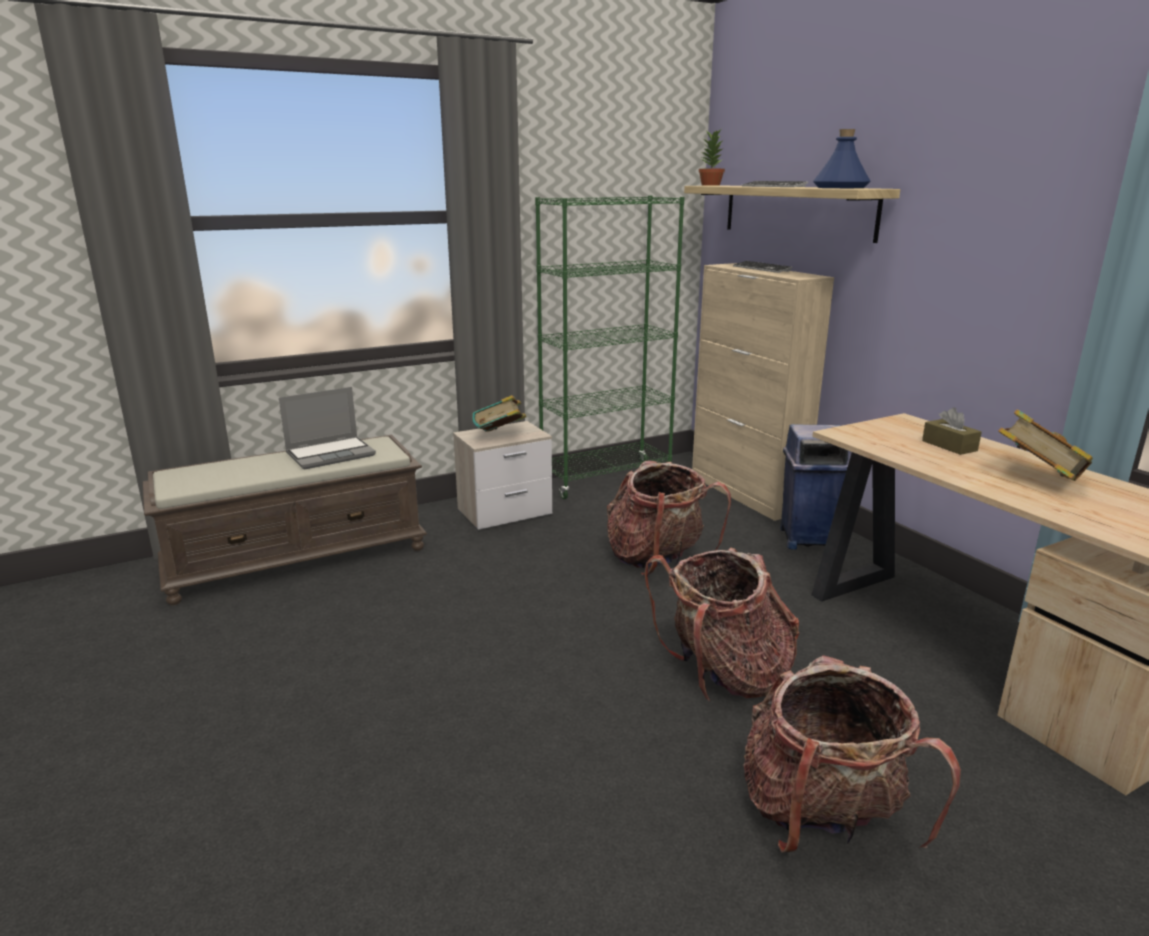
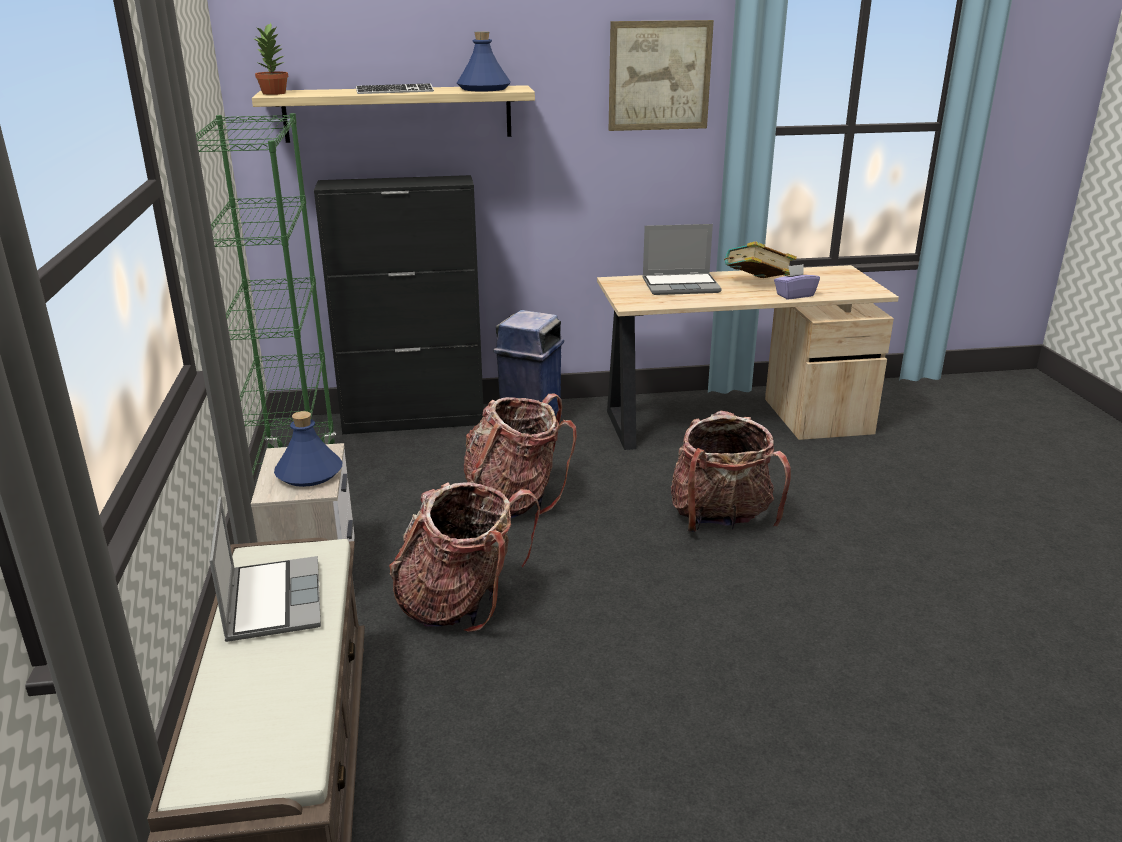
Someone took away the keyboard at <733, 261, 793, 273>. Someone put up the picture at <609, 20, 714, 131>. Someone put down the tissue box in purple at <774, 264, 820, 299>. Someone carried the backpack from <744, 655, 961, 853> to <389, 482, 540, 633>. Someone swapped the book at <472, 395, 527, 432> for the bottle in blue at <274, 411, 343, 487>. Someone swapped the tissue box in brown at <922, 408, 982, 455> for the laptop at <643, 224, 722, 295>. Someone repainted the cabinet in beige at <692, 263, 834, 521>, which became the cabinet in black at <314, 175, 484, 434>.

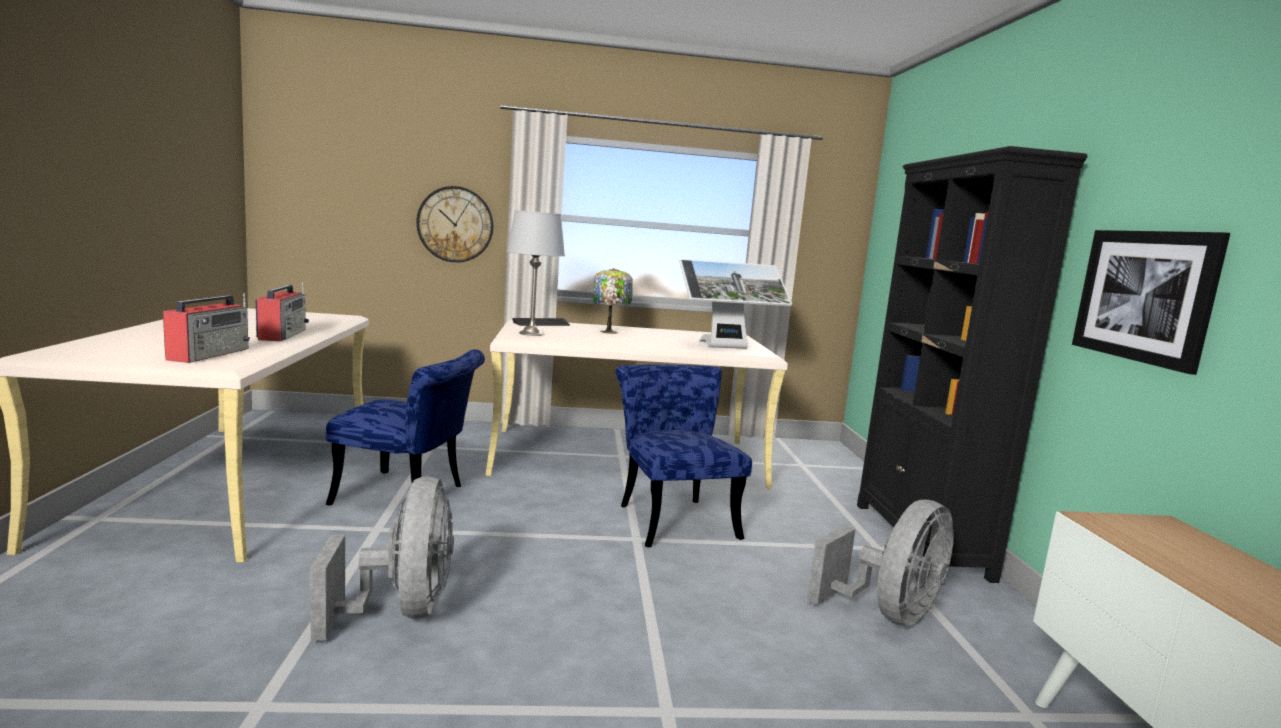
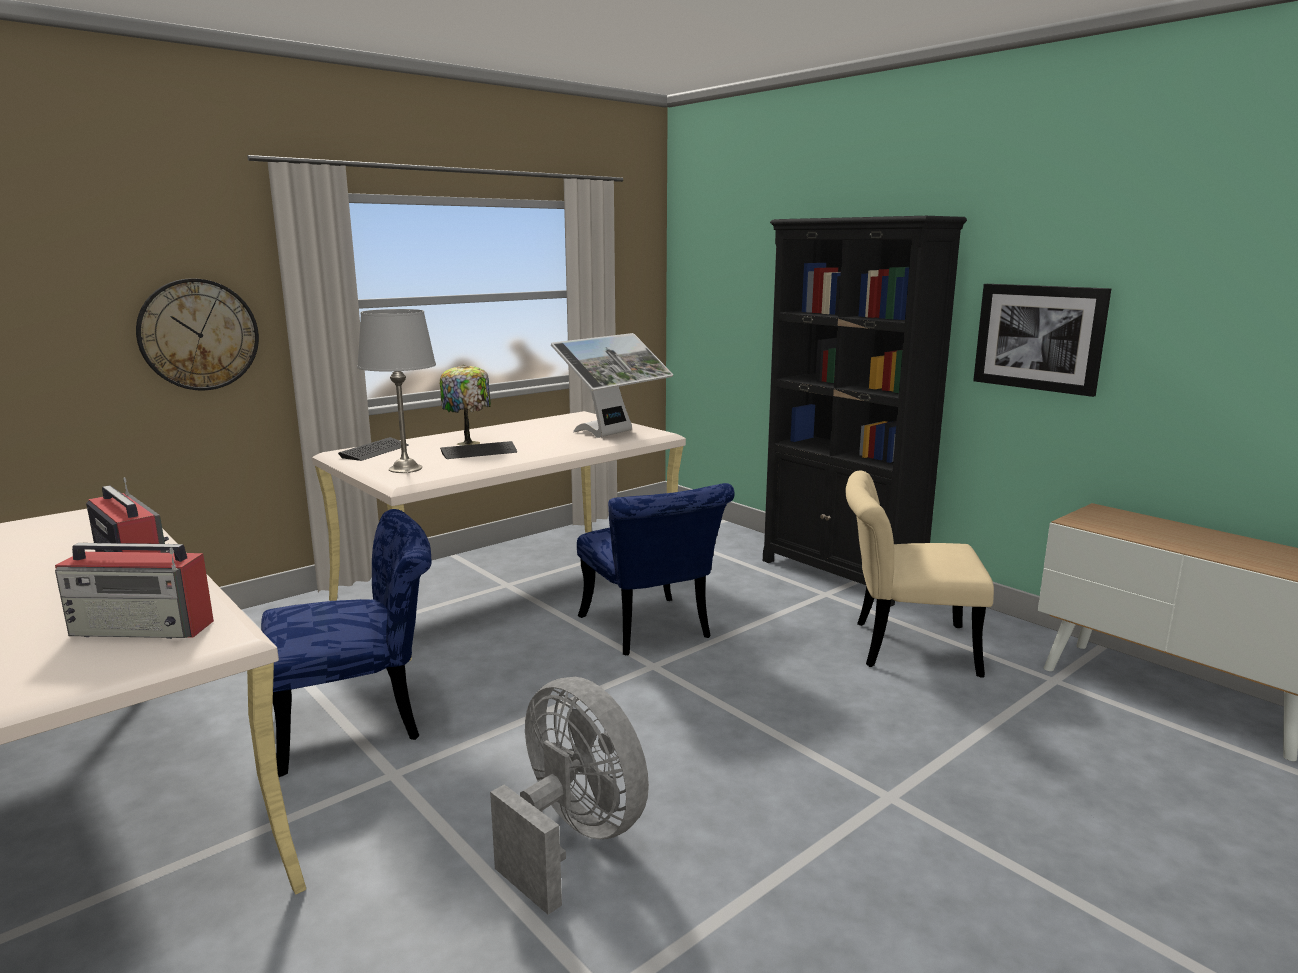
Someone put down the keyboard at <440, 441, 517, 459>. Someone swapped the fan in grey at <807, 500, 954, 627> for the chair in beige at <845, 470, 994, 678>. Someone rotated the radio at <163, 293, 250, 363> by 120 degrees clockwise. Someone rotated the chair in blue at <616, 364, 752, 547> by 150 degrees counterclockwise.

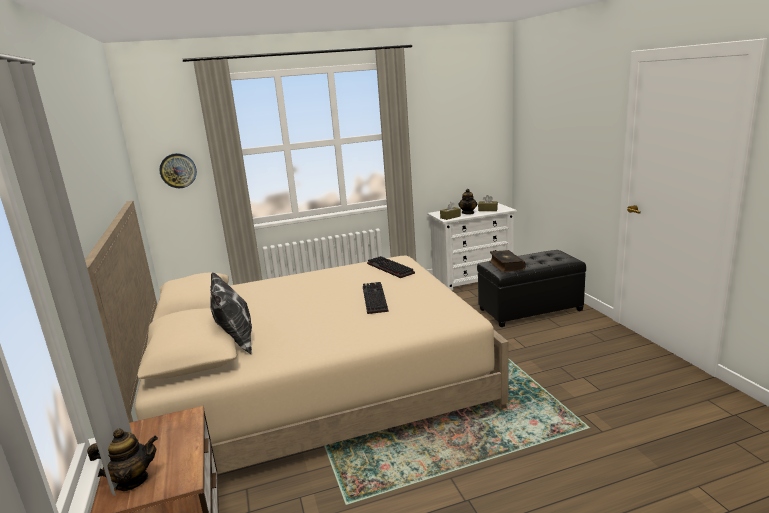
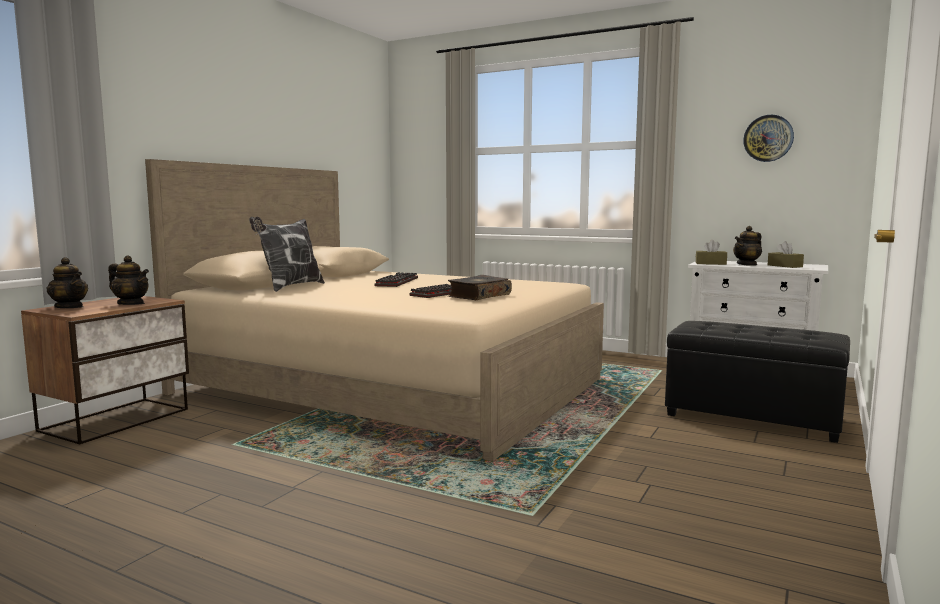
Someone put down the teapot at <108, 256, 149, 305>. Someone carried the wall clock from <159, 153, 197, 188> to <743, 115, 794, 162>. Someone carried the keyboard from <367, 256, 415, 278> to <374, 272, 418, 287>. Someone carried the book from <489, 250, 526, 273> to <448, 275, 512, 300>.

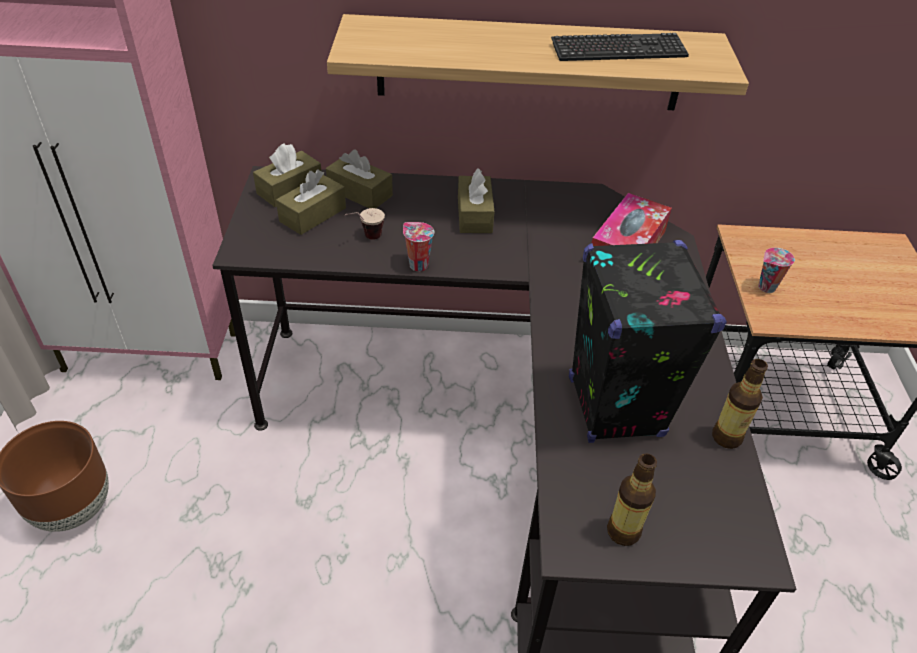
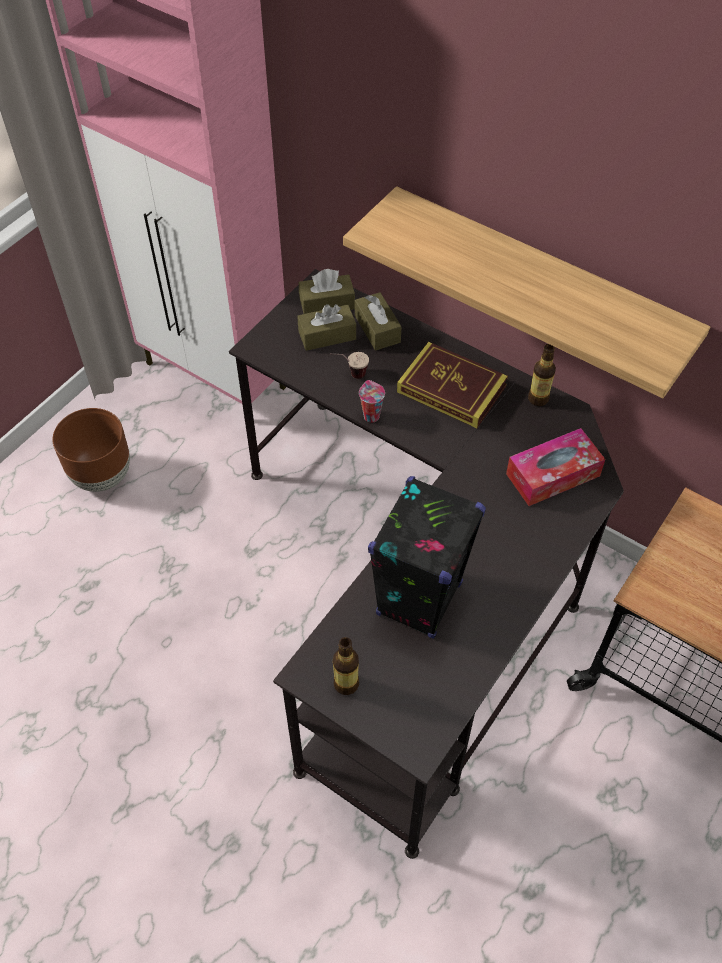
Someone took away the keyboard at <551, 33, 689, 61>. Someone took away the cup at <758, 248, 795, 293>. Someone carried the bottle from <712, 359, 768, 449> to <528, 344, 556, 406>. Someone swapped the tissue box in brown at <458, 168, 495, 233> for the book at <397, 342, 508, 428>.

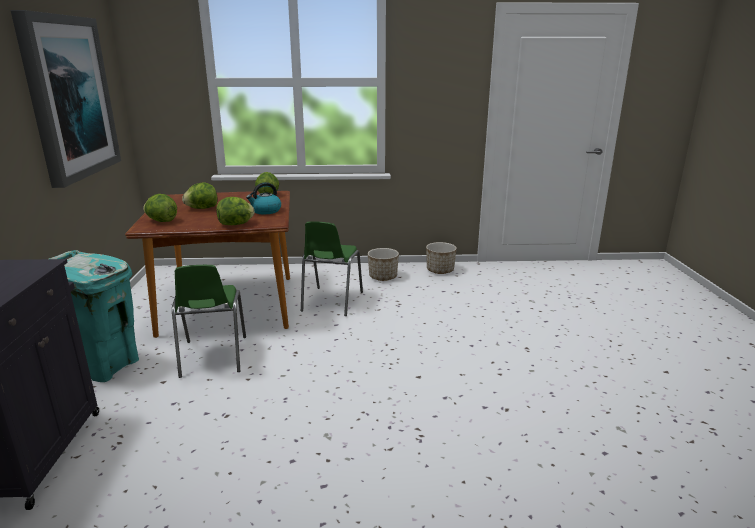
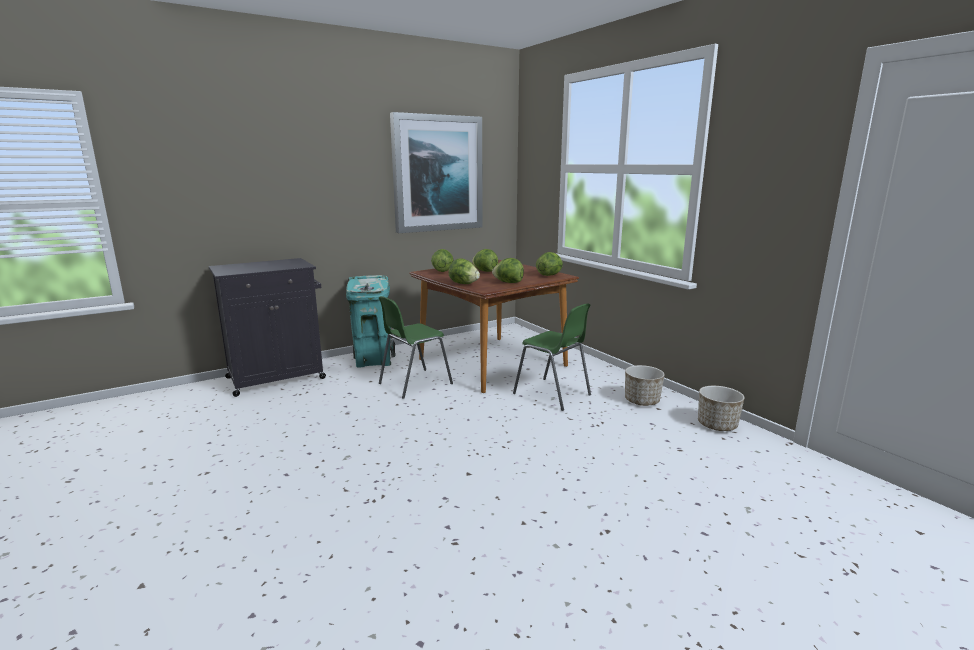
Someone swapped the kettle at <246, 182, 281, 214> for the lettuce at <492, 258, 524, 283>. Someone rotated the chair in green at <301, 221, 363, 316> by 120 degrees counterclockwise.

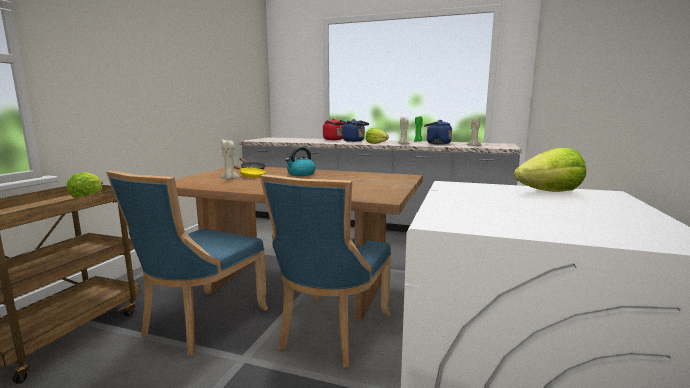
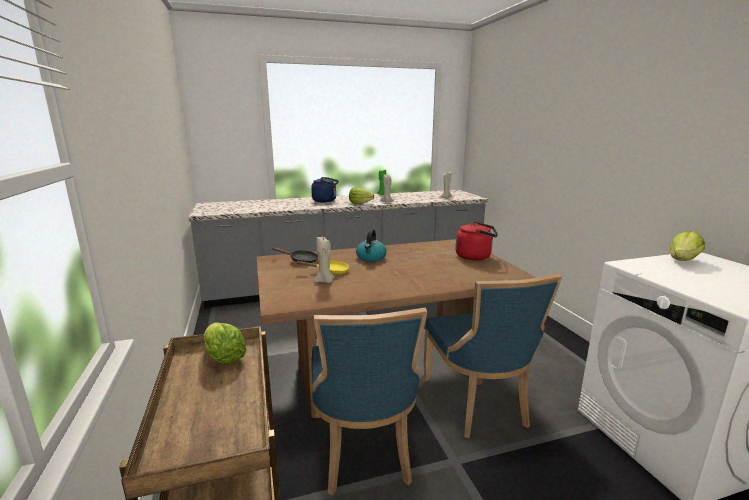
Someone took away the kettle in blue at <424, 120, 452, 145>. Someone carried the kettle in red from <323, 119, 345, 140> to <455, 222, 498, 260>.

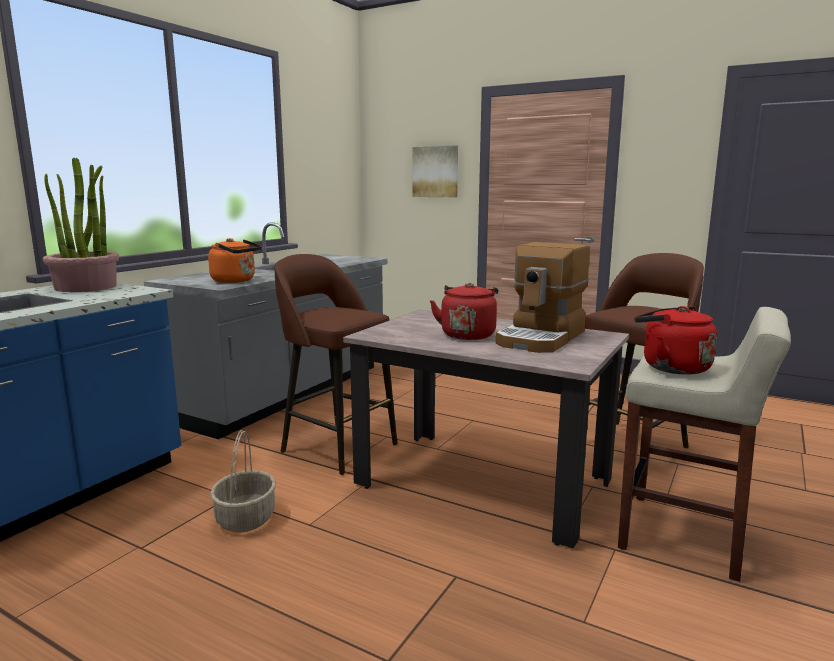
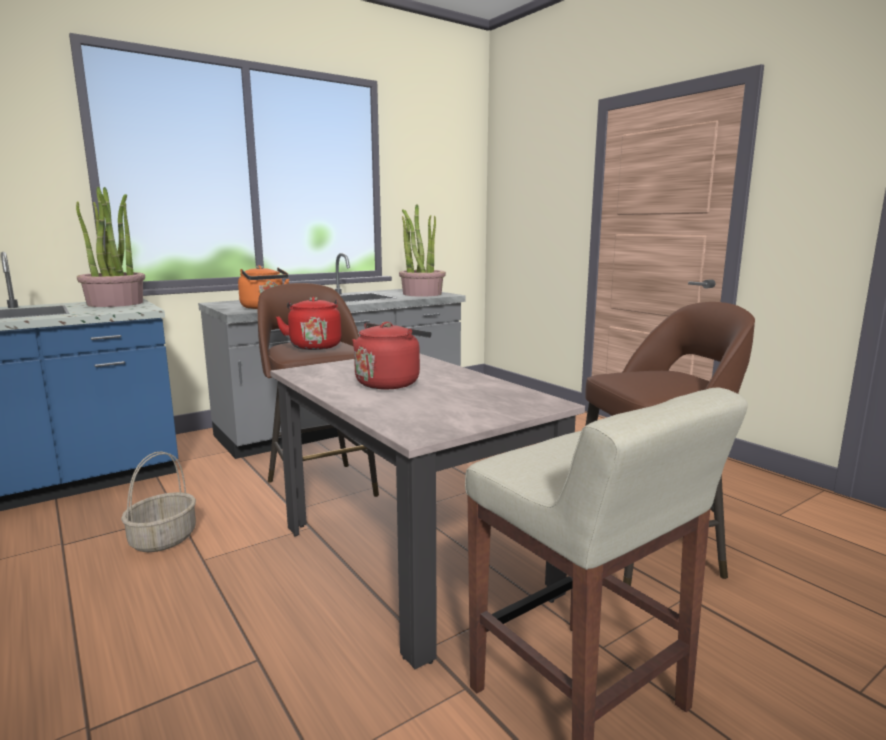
Someone took away the picture at <412, 145, 458, 197>. Someone took away the coffee machine at <496, 242, 590, 353>. Someone put down the potted plant at <399, 204, 446, 297>. Someone carried the kettle in red from <634, 306, 717, 375> to <276, 297, 341, 350>.

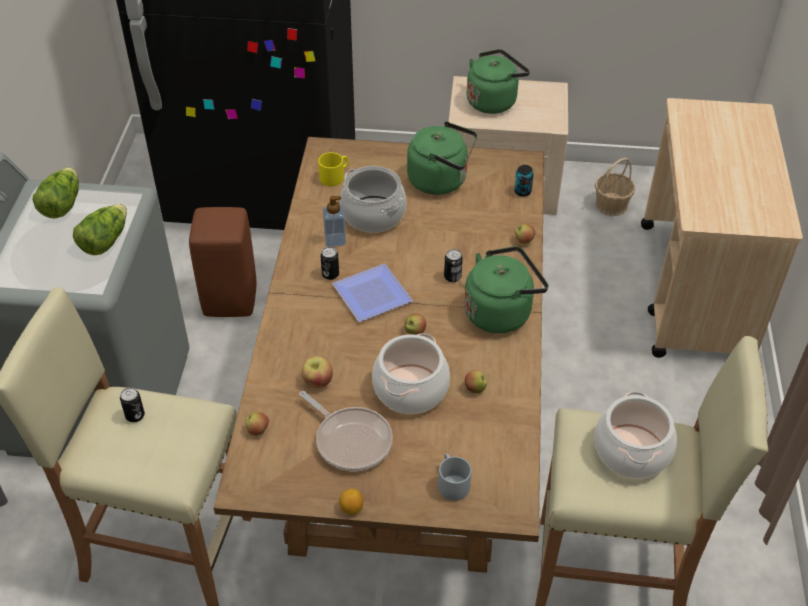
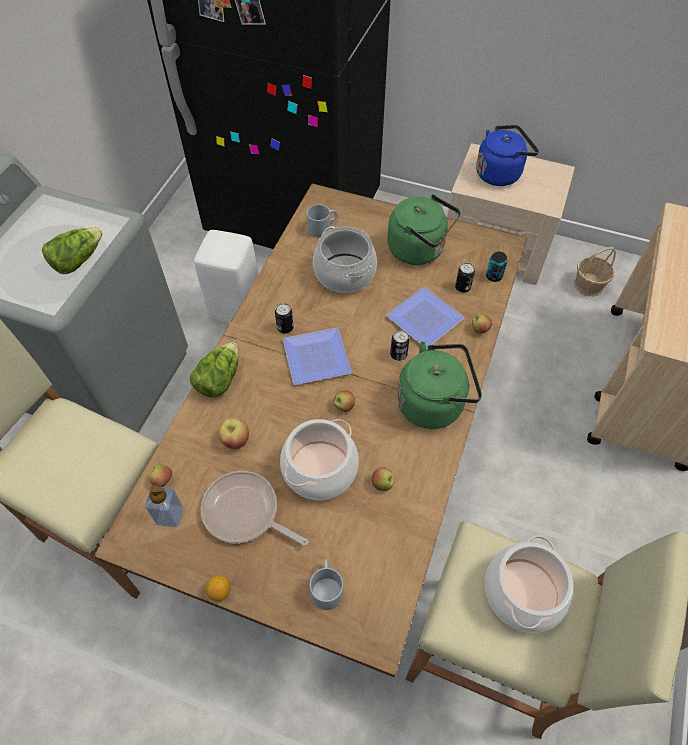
Someone put down the plate at <386, 286, 465, 348>. Someone carried the lettuce from <32, 167, 79, 218> to <190, 342, 238, 398>. Someone carried the can from <120, 387, 145, 422> to <455, 263, 475, 293>. Someone carried the soap dispenser from <323, 196, 346, 247> to <145, 485, 183, 527>. Someone repainted the stool in brown at <189, 207, 256, 317>, which became the stool in white at <194, 230, 258, 325>. Someone repainted the mug in yellow at <318, 152, 349, 186>, which became the mug in grey at <307, 204, 338, 237>. Someone repainted the kettle in green at <467, 49, 530, 114>, which became the kettle in blue at <476, 125, 539, 186>. Someone rotated the frying pan at <299, 391, 393, 472> by 150 degrees clockwise.

